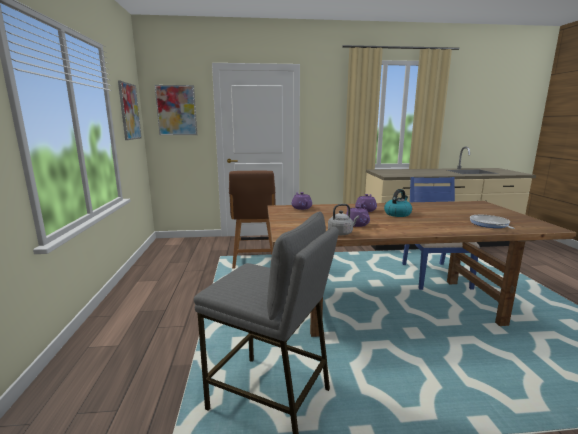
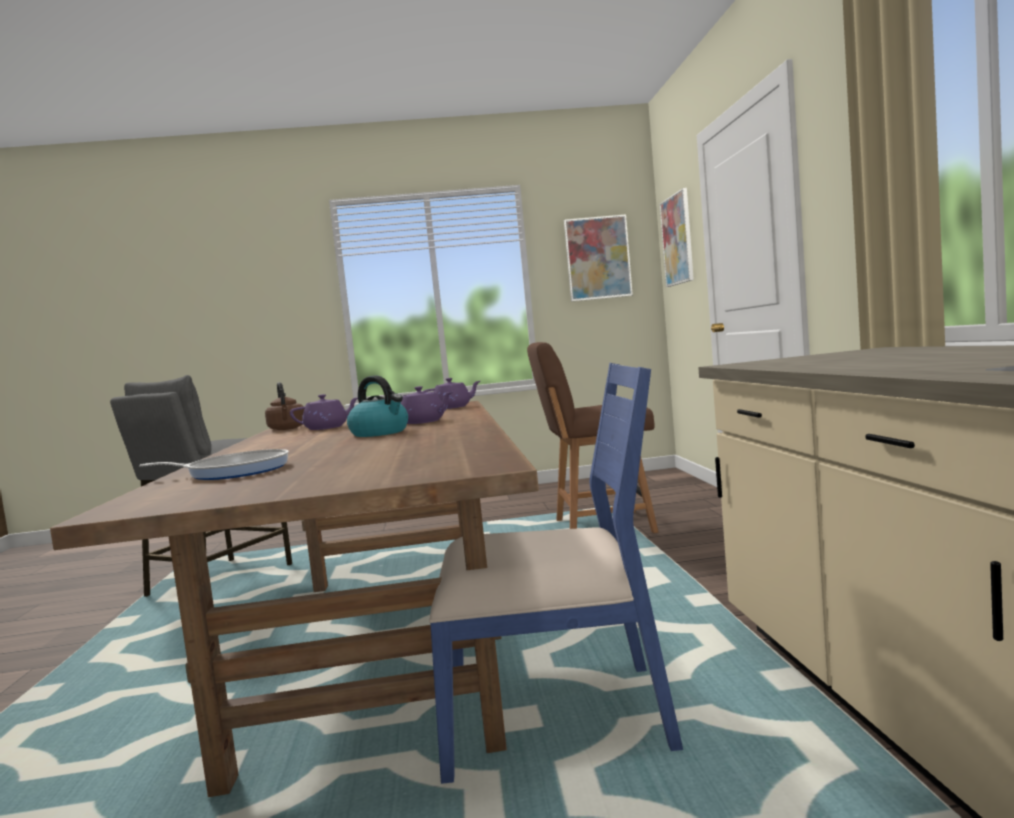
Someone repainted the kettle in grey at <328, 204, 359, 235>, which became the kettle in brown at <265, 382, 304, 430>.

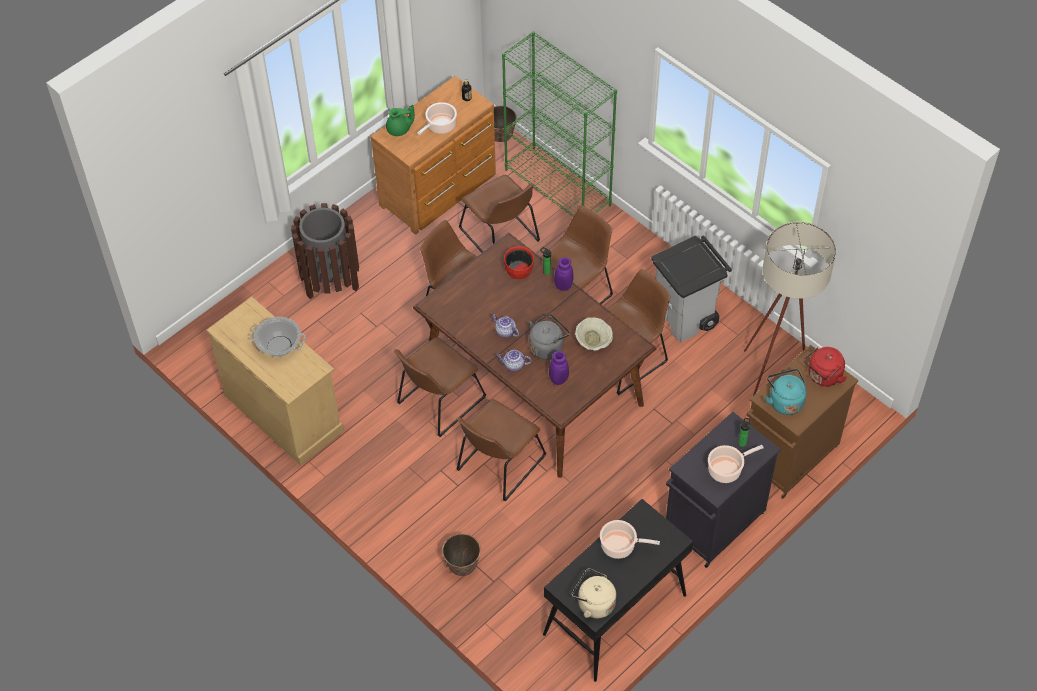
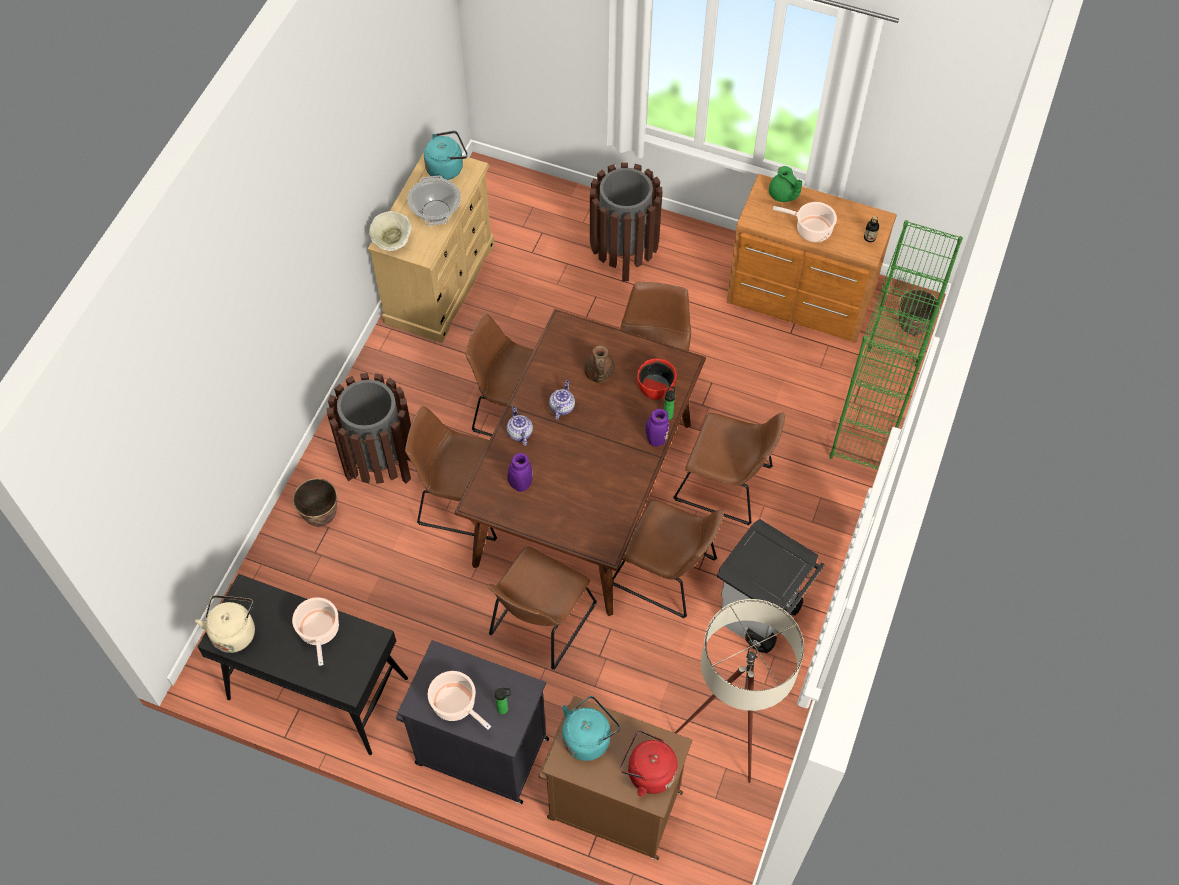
Someone took away the kettle in grey at <529, 314, 570, 360>. Someone put down the trash can in brown at <327, 373, 411, 484>. Someone put down the kettle in turquoise at <424, 131, 468, 180>. Someone put down the teapot in brown at <584, 345, 615, 383>. Someone carried the chair in brown from <459, 175, 540, 252> to <488, 546, 597, 670>. Someone carried the bowl in beige from <575, 317, 613, 351> to <369, 211, 412, 251>.

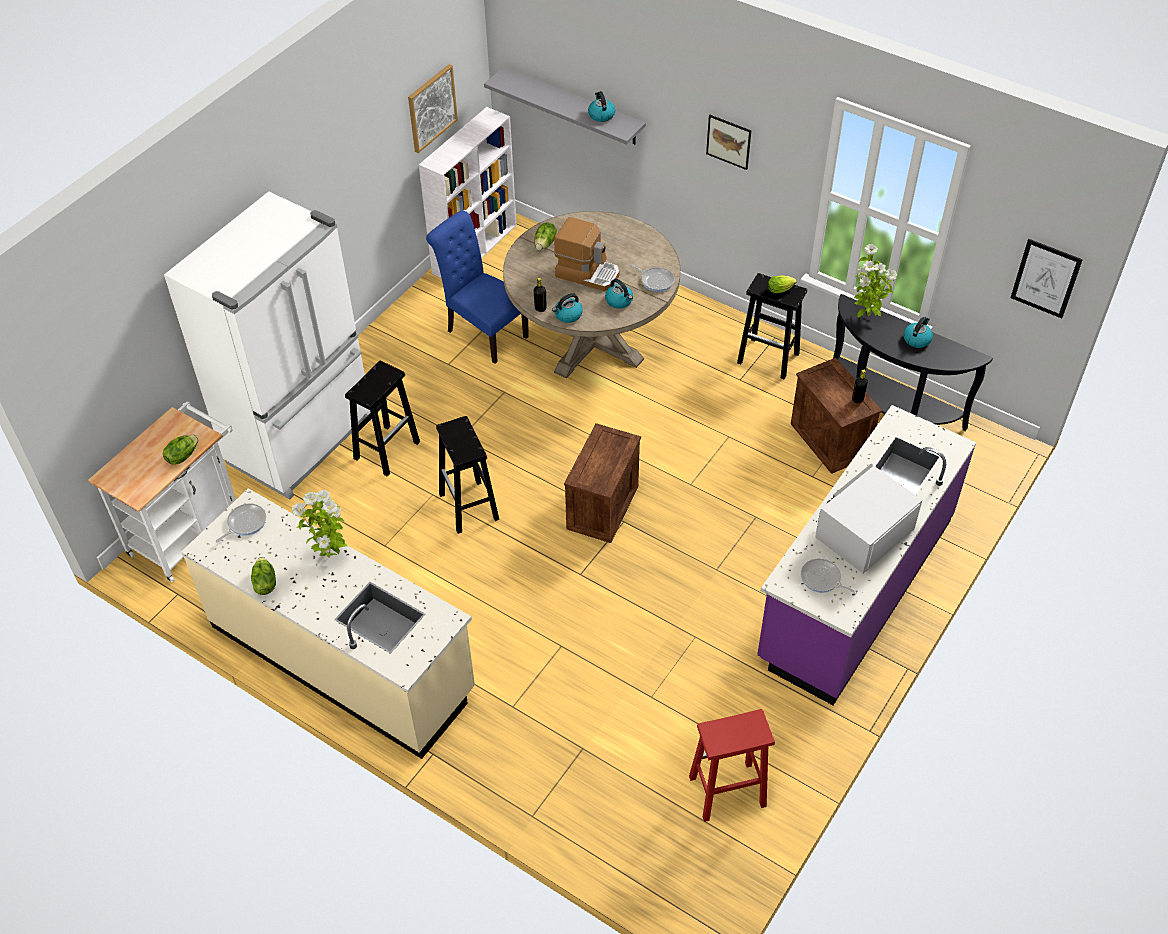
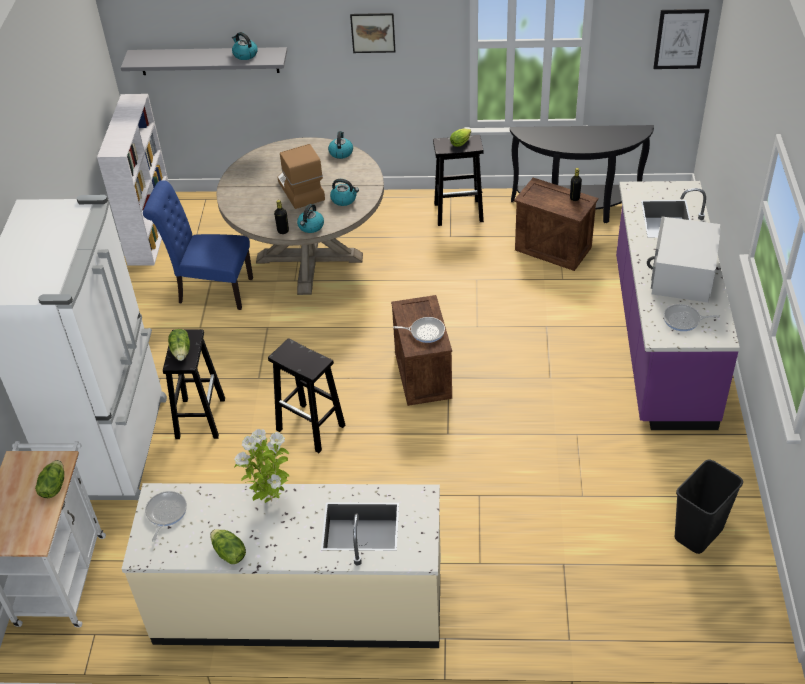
Someone took away the picture at <408, 64, 458, 153>. Someone took away the potted plant at <854, 244, 897, 318>. Someone carried the lettuce from <535, 223, 557, 250> to <168, 329, 190, 361>. Someone carried the frying pan from <630, 264, 675, 292> to <393, 317, 445, 343>. Someone carried the kettle from <903, 317, 933, 348> to <328, 131, 353, 159>. Someone swapped the stool in red at <689, 709, 775, 822> for the trash can in black at <675, 460, 743, 554>. Someone rotated the coffee machine at <554, 217, 620, 291> by 105 degrees counterclockwise.

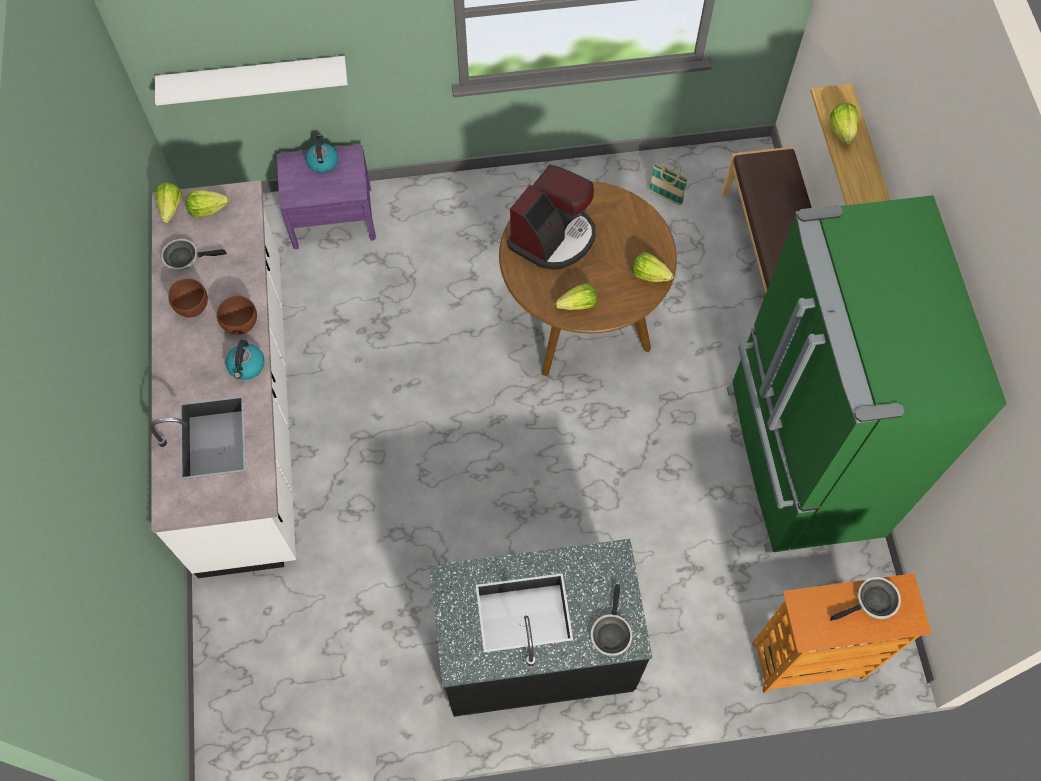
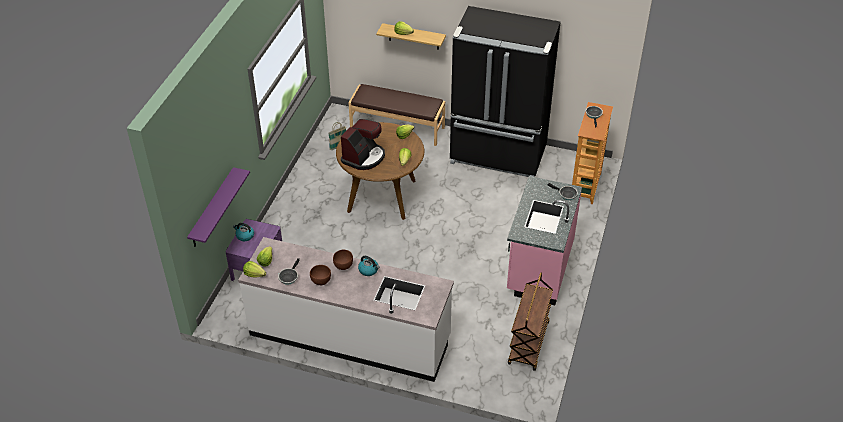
Someone put down the cart in brown at <508, 272, 553, 371>. Someone repainted the shelf in white at <155, 56, 348, 106>, which became the shelf in purple at <187, 167, 250, 247>. Someone repainted the counter in black at <430, 539, 652, 717>, which became the counter in pink at <507, 176, 582, 305>. Someone repainted the fridge in green at <727, 195, 1007, 553>, which became the fridge in black at <450, 6, 561, 177>. Someone rotated the coffee machine at <507, 165, 596, 270> by 60 degrees clockwise.

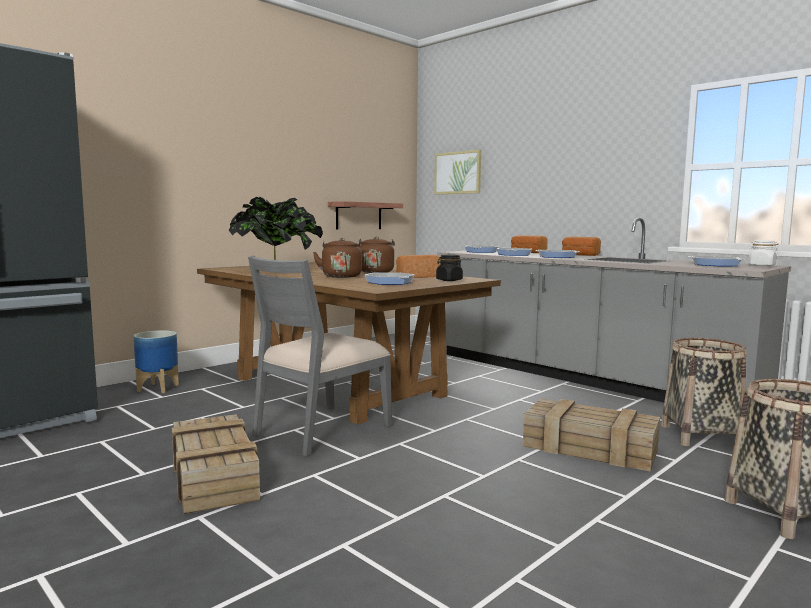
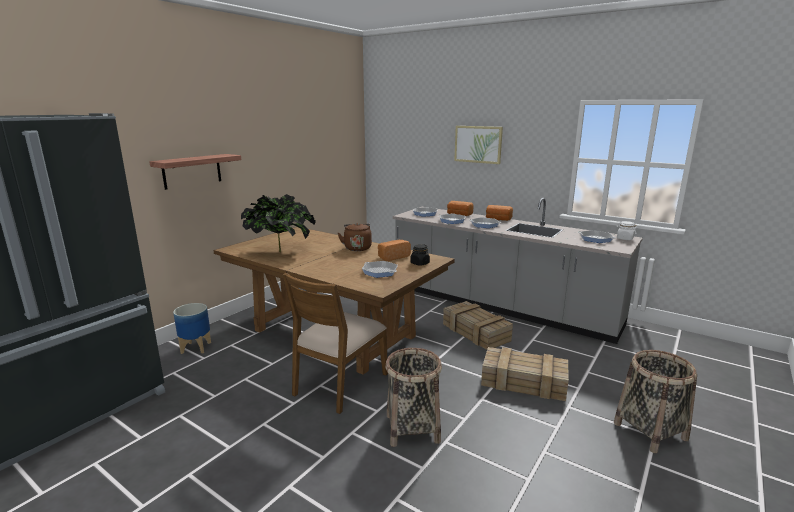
Someone took away the kettle in brown at <313, 238, 362, 278>. Someone carried the crate from <172, 414, 260, 514> to <443, 301, 513, 350>. Someone carried the shelf from <328, 201, 403, 230> to <149, 154, 241, 190>. Someone carried the picture from <434, 150, 481, 194> to <454, 126, 503, 164>. Someone carried the basket from <661, 338, 747, 446> to <385, 348, 442, 447>. Someone repainted the chair in grey at <248, 256, 392, 457>, which became the chair in brown at <283, 273, 388, 414>.

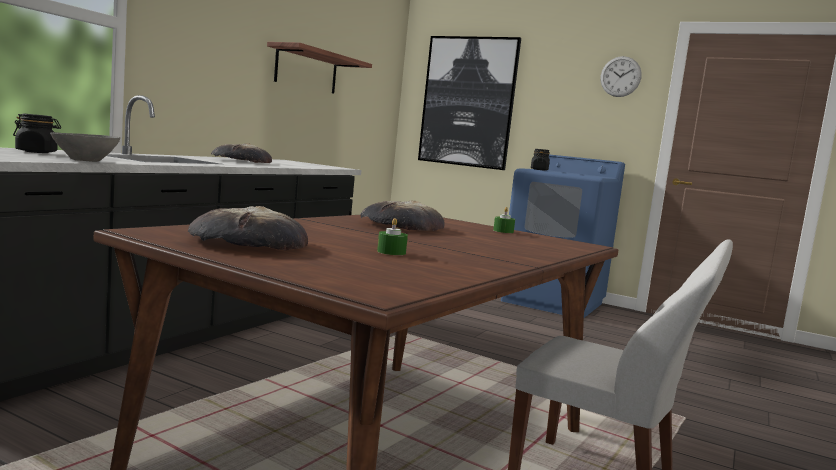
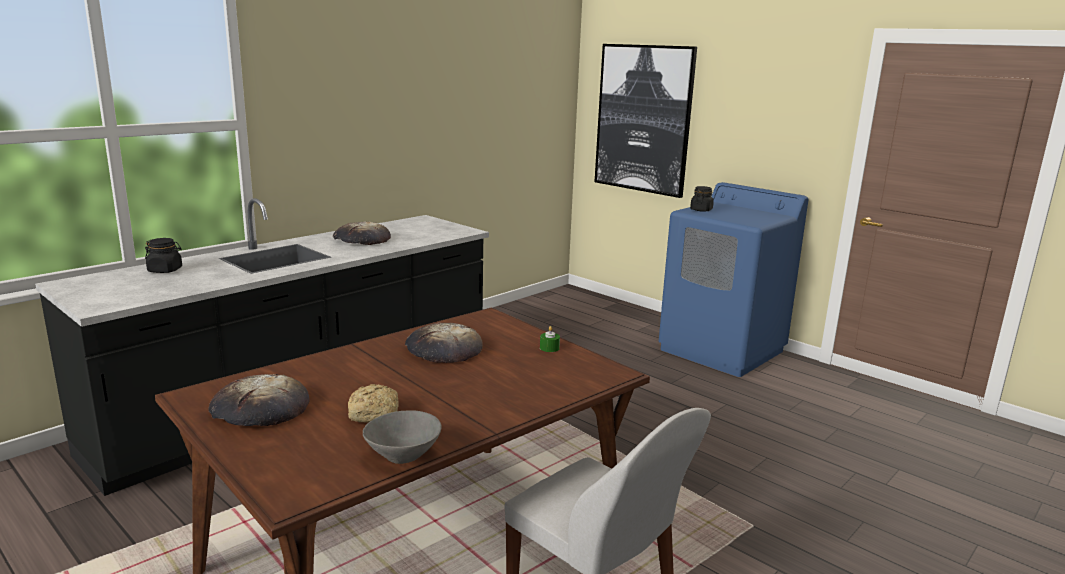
Someone took away the shelf at <267, 42, 372, 94>. Someone took away the wall clock at <600, 56, 642, 97>. Someone carried the bowl in grey from <50, 132, 120, 162> to <363, 411, 442, 464>. Someone swapped the candle in green at <377, 218, 408, 255> for the bread at <348, 384, 399, 423>.

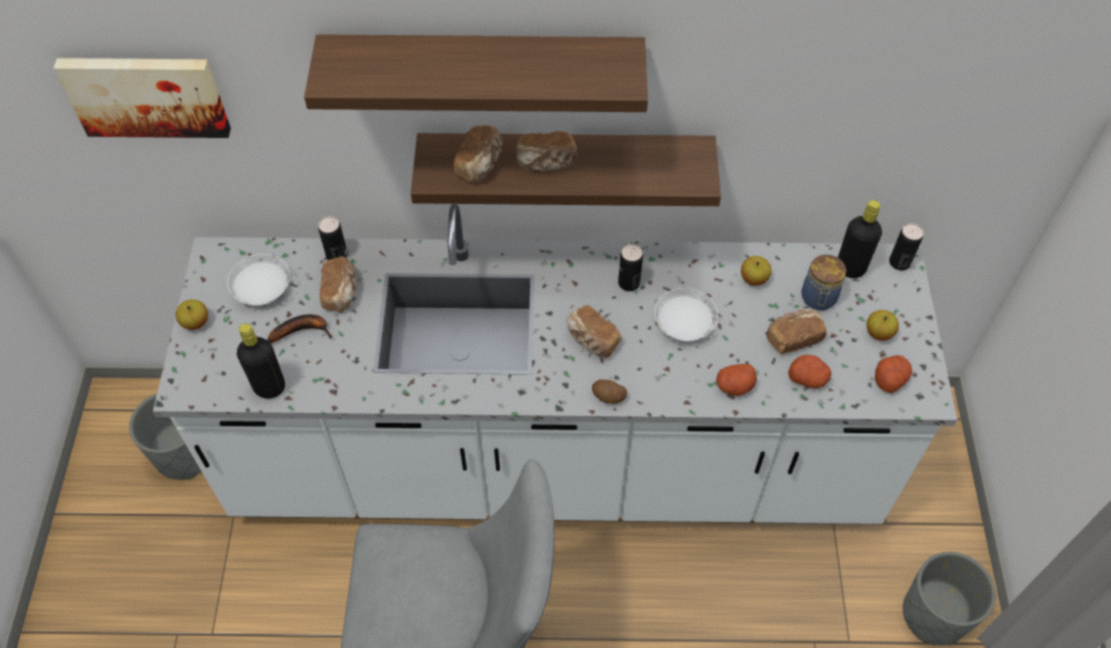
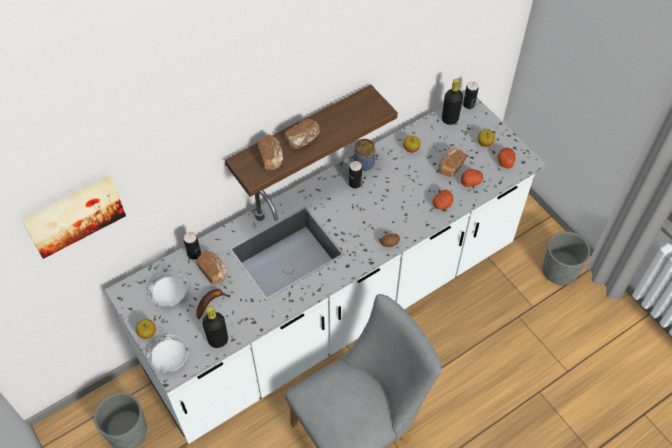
Someone took away the shelf at <304, 34, 648, 112>. Someone took away the bread at <567, 305, 622, 358>. Someone carried the plate in white from <654, 288, 718, 341> to <147, 335, 188, 372>. Someone carried the jar from <801, 255, 846, 310> to <354, 139, 375, 171>.

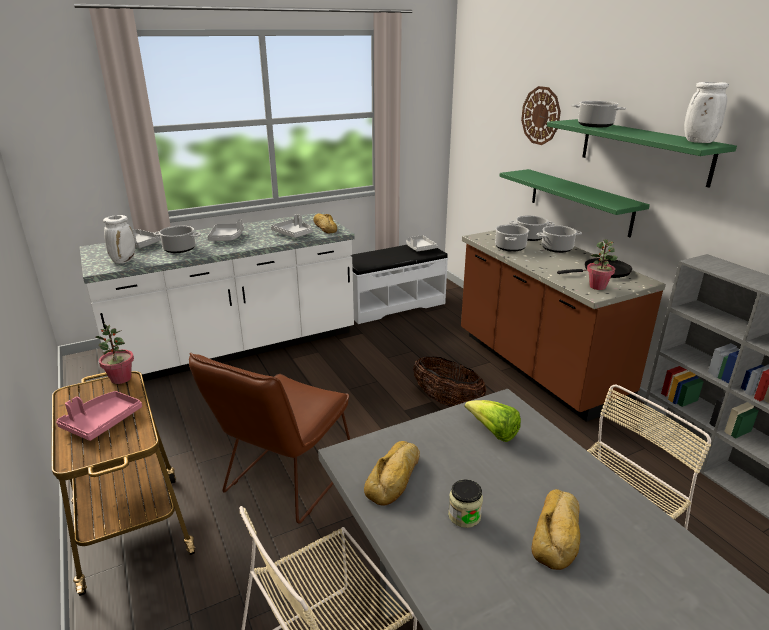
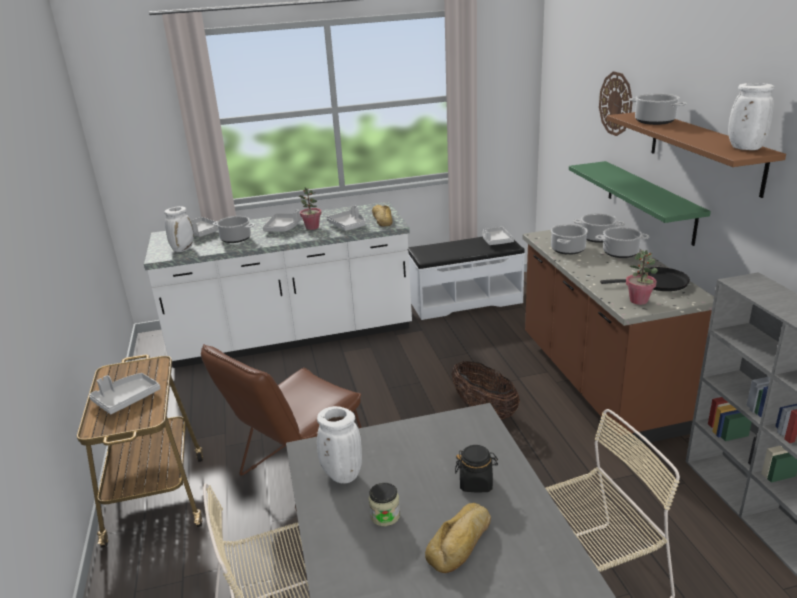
Someone took away the lettuce at <465, 400, 521, 442>. Someone put down the jar in black at <455, 445, 498, 493>. Someone carried the potted plant from <95, 324, 134, 384> to <299, 187, 322, 230>. Someone swapped the bread at <364, 441, 420, 506> for the vase in white at <317, 406, 362, 484>. Someone repainted the tray in pink at <56, 391, 142, 441>, which became the tray in grey at <89, 373, 160, 414>. Someone repainted the shelf in green at <547, 119, 737, 187>, which became the shelf in brown at <607, 112, 786, 198>.

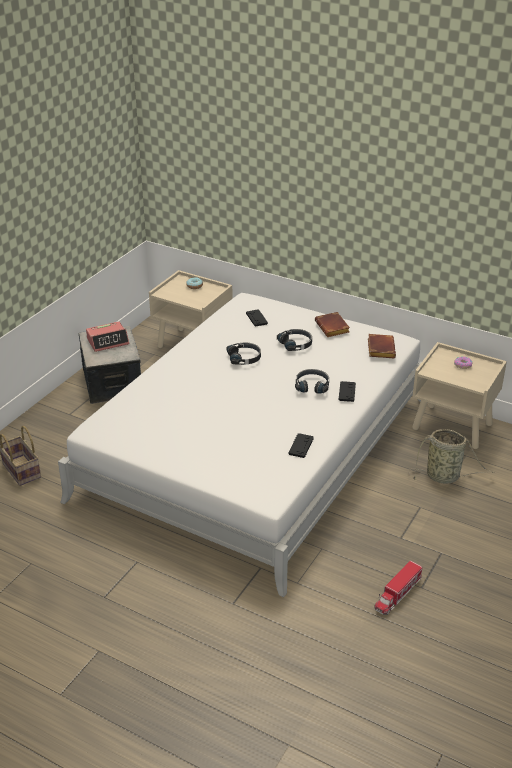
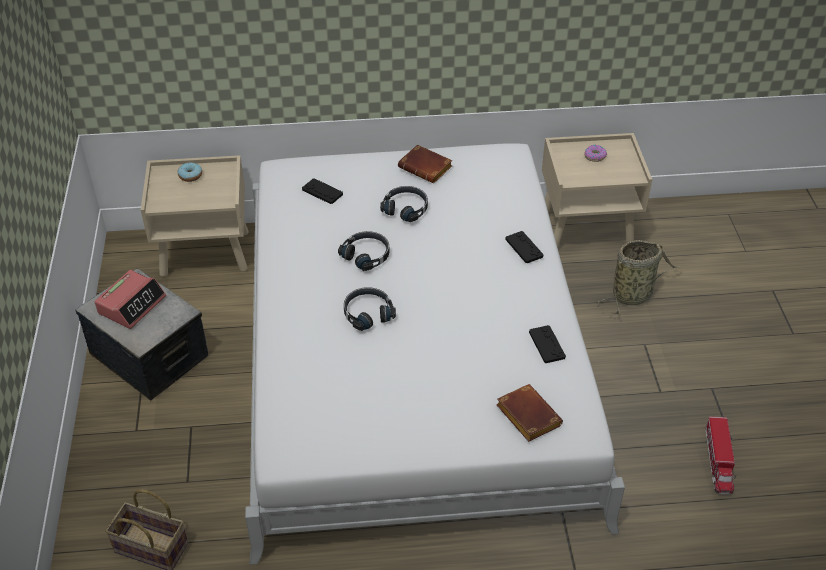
Someone carried the headphones in black from <295, 369, 329, 394> to <344, 287, 396, 331>. Someone carried the book in brown from <368, 334, 396, 358> to <496, 384, 563, 442>.

